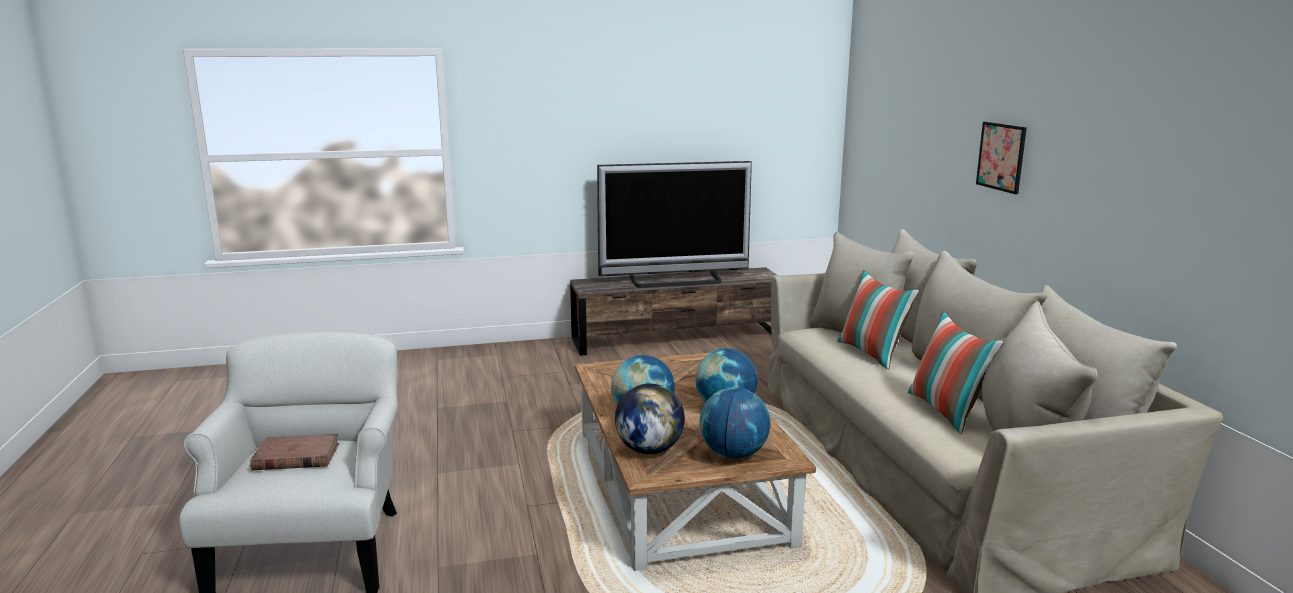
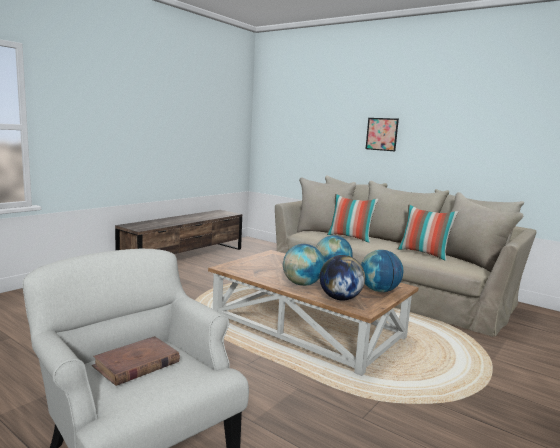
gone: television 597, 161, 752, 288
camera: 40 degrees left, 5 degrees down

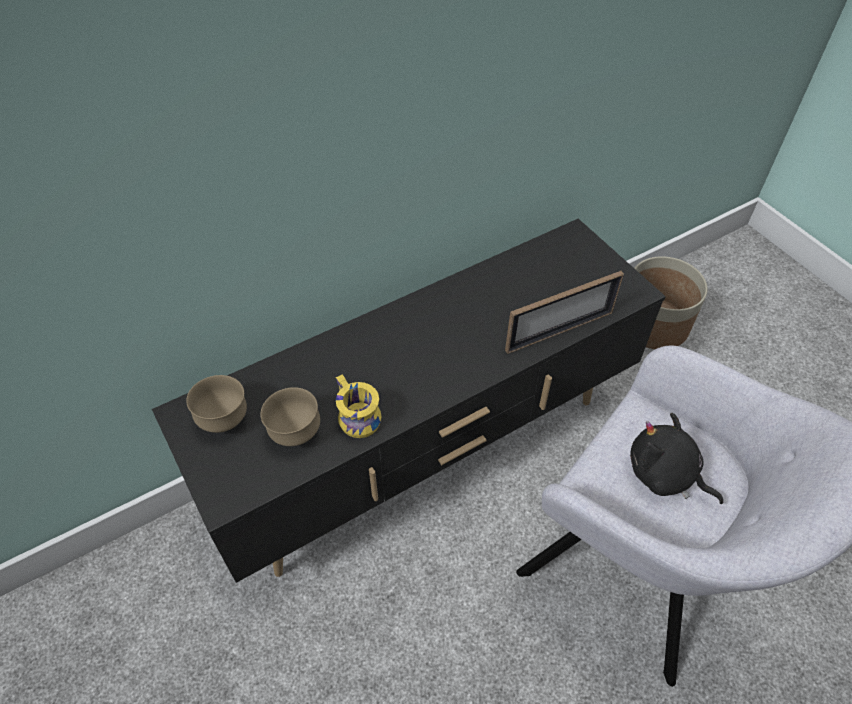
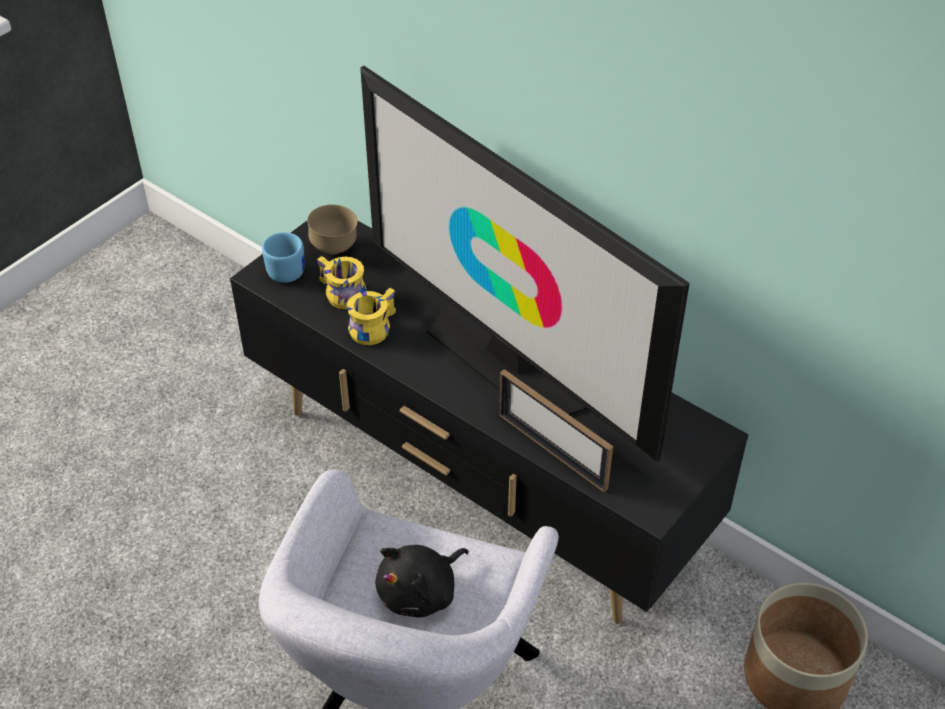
new: television 360, 66, 690, 462; blue mug 262, 232, 305, 283
swapped: brown bowl 260, 387, 320, 446 to yellow mug 317, 256, 366, 309
rotated: black plush toy 630, 413, 723, 504 = 375, 545, 469, 617 150 degrees counterclockwise
camera: 70 degrees right, 5 degrees down

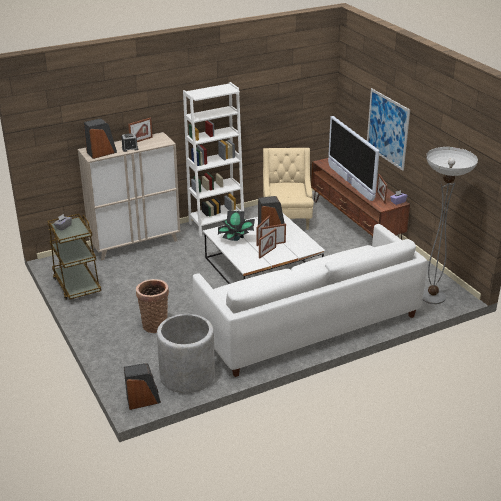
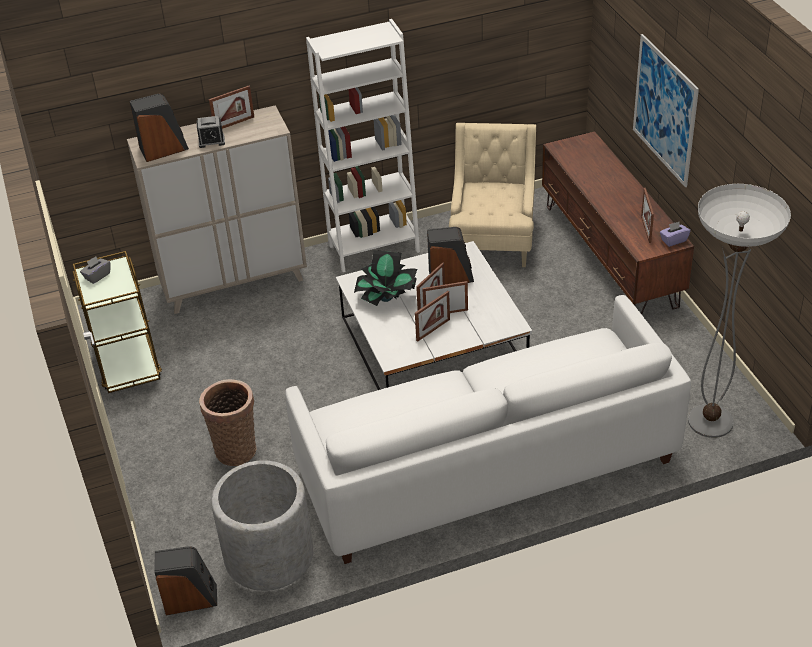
gone: television 328, 116, 380, 201
camera: 10 degrees right, 10 degrees up

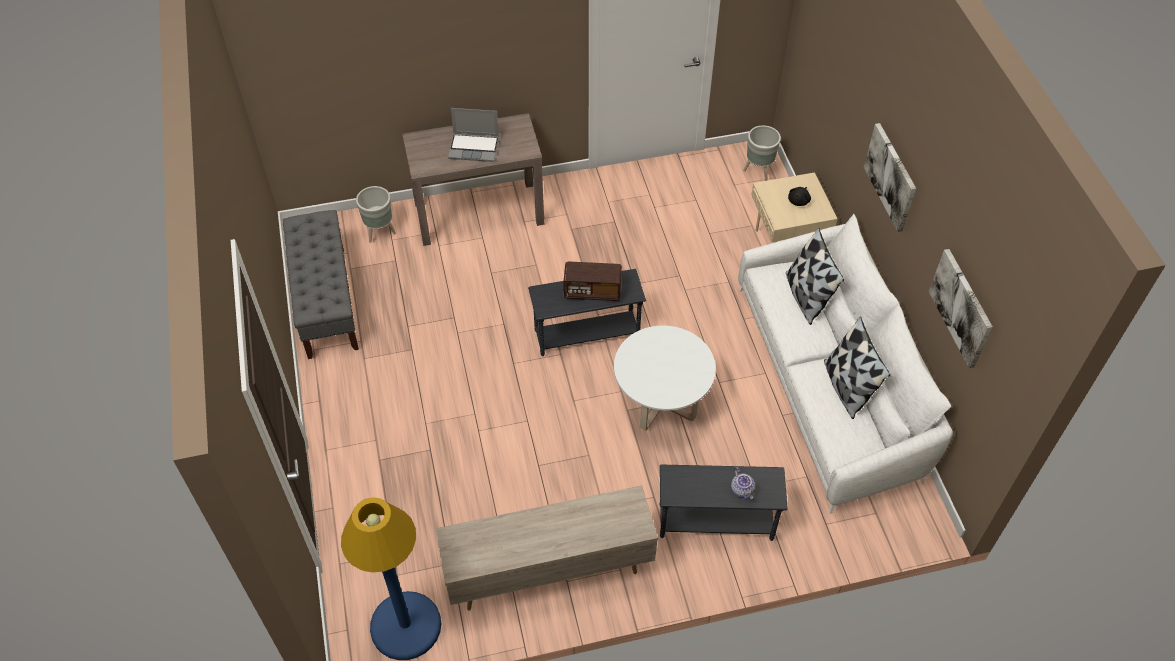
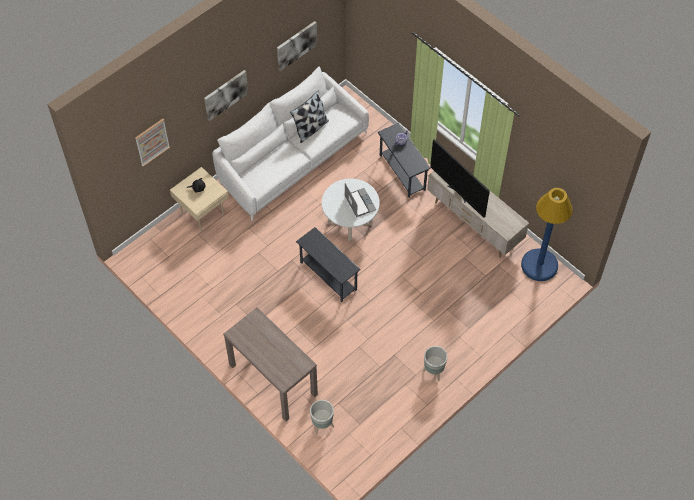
gone: grey bench 283, 210, 359, 359; pillow 786, 228, 844, 325; radio 563, 262, 622, 301
new: picture 135, 119, 170, 167; television 430, 139, 490, 218
shifted: laptop 448, 108, 499, 162 to 345, 183, 376, 217; grey planter 743, 125, 781, 181 to 423, 346, 448, 381
camera: 120 degrees left, 5 degrees up

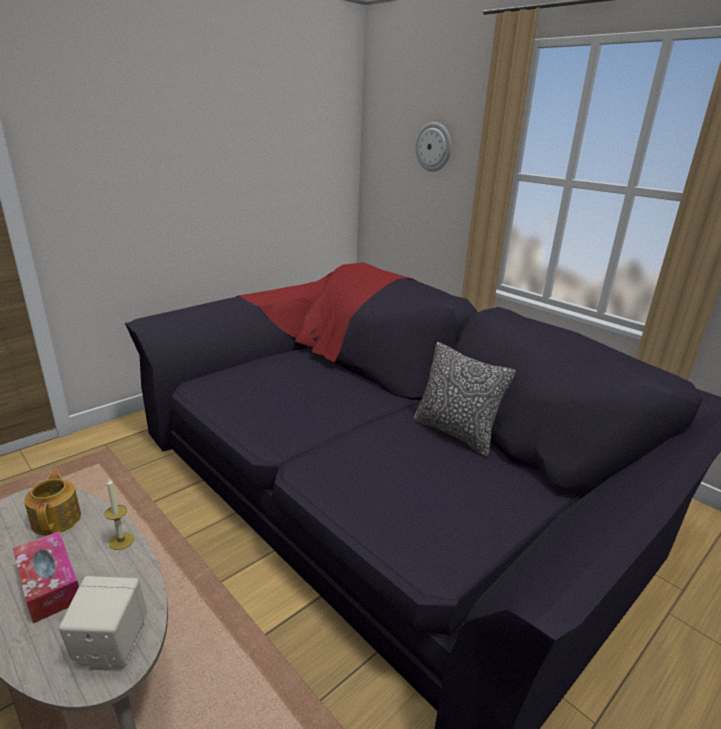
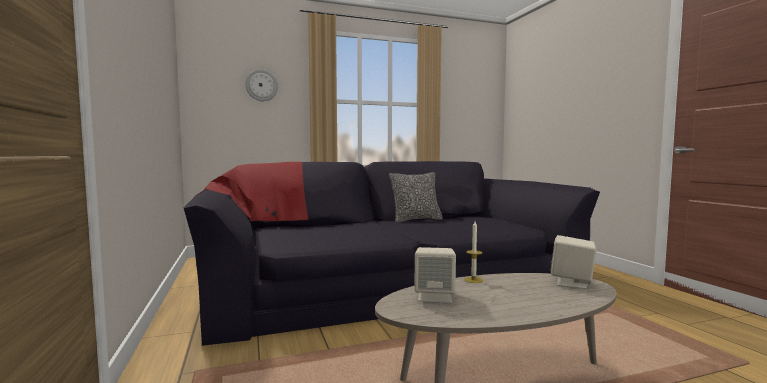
gone: tissue box 13, 531, 79, 623
swapped: teapot 24, 468, 81, 536 to beige speaker 414, 247, 456, 303
camera: 65 degrees left, 20 degrees down

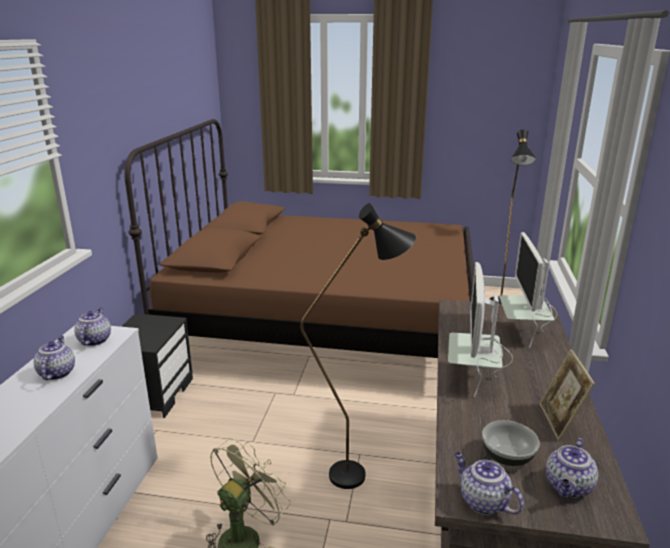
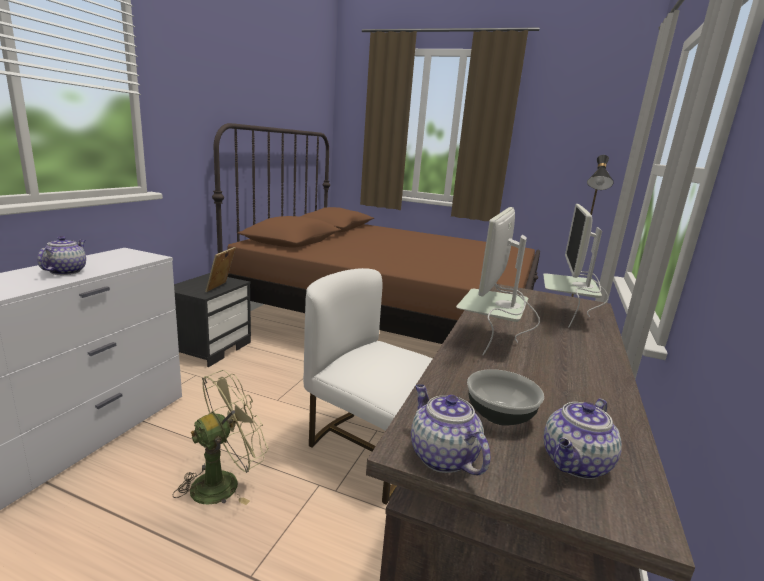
gone: teapot 74, 307, 111, 346
shifted: picture frame 539, 349, 595, 441 to 205, 247, 236, 292
swapped: black floor lamp 300, 203, 416, 489 to white chair 303, 268, 432, 504
camera: 10 degrees right, 5 degrees down

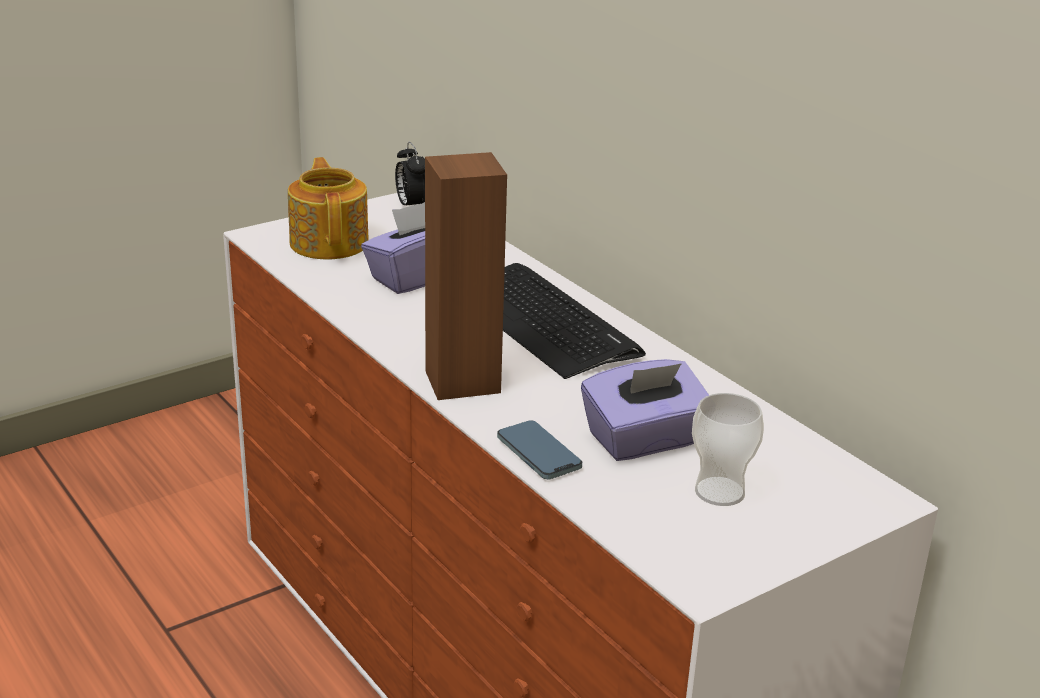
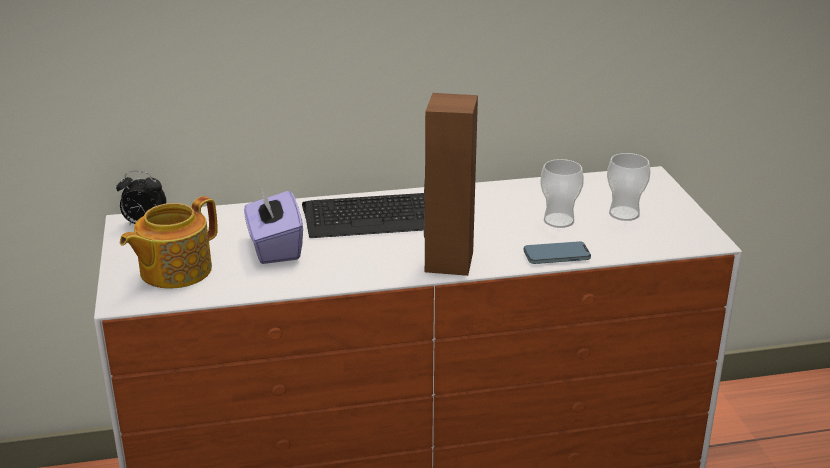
swapped: purple tissue box 581, 359, 709, 461 to cup 540, 159, 584, 228
rotated: teapot 288, 157, 369, 260 = 120, 196, 217, 289 60 degrees counterclockwise
camera: 65 degrees left, 0 degrees up

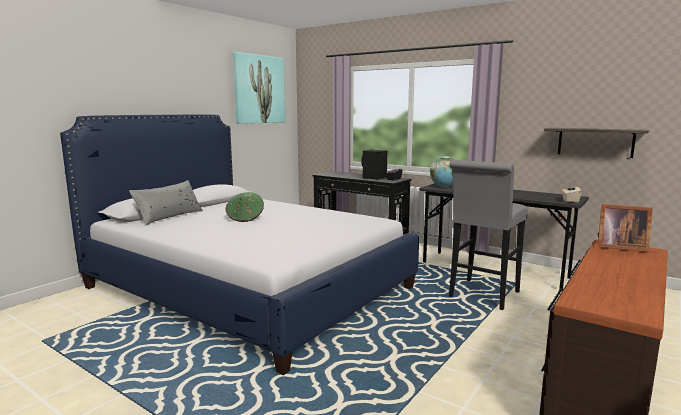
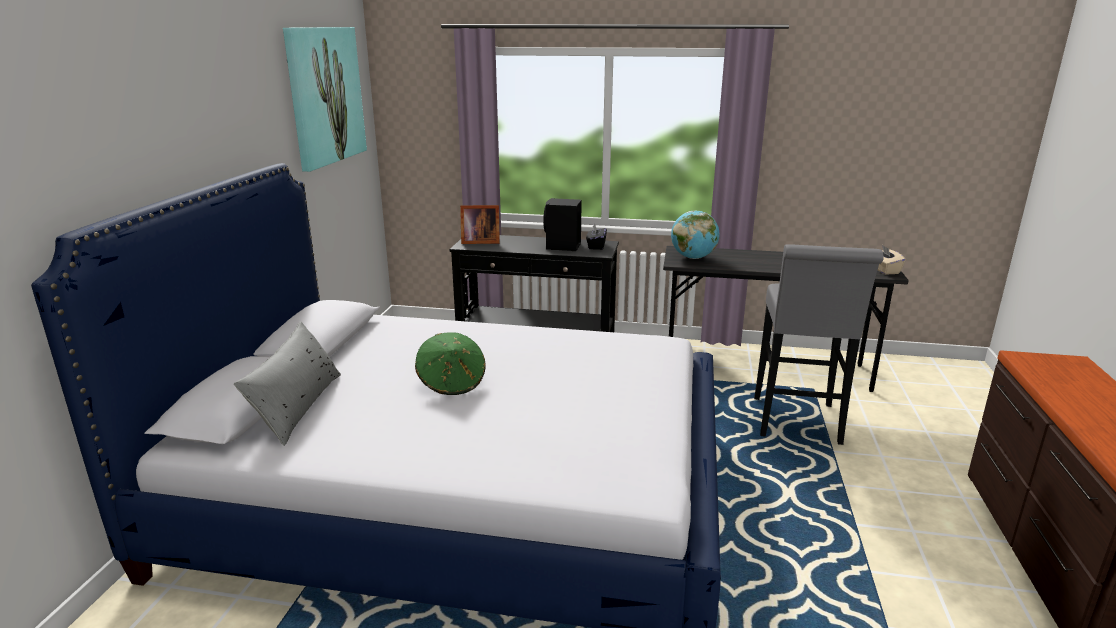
gone: shelf 544, 128, 650, 158
shifted: picture frame 597, 204, 653, 252 to 460, 205, 500, 244
camera: 25 degrees left, 10 degrees up

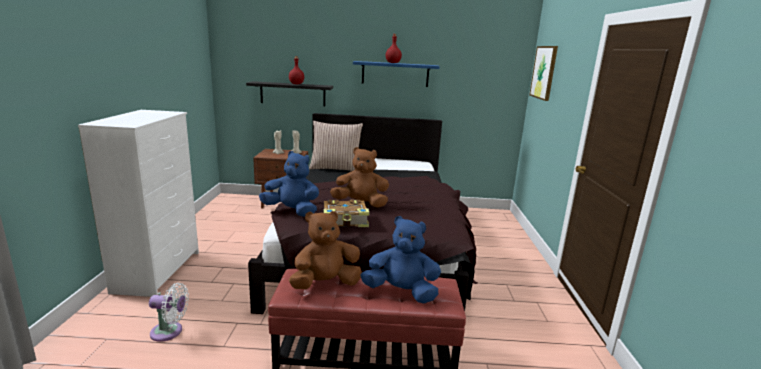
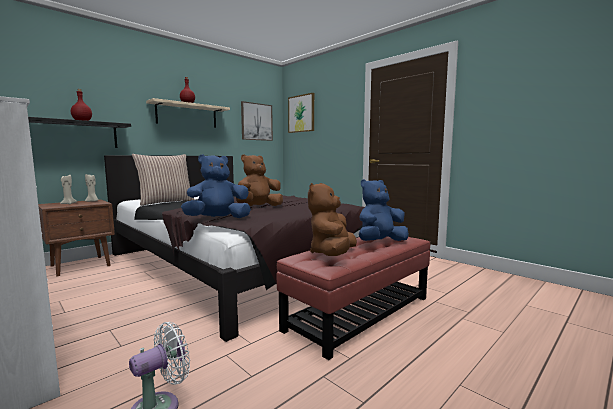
gone: book 323, 200, 370, 227
new: picture 241, 101, 273, 141
repainted: blue shelf 353, 61, 440, 87 to beige shelf 146, 98, 230, 128
camera: 45 degrees left, 10 degrees down

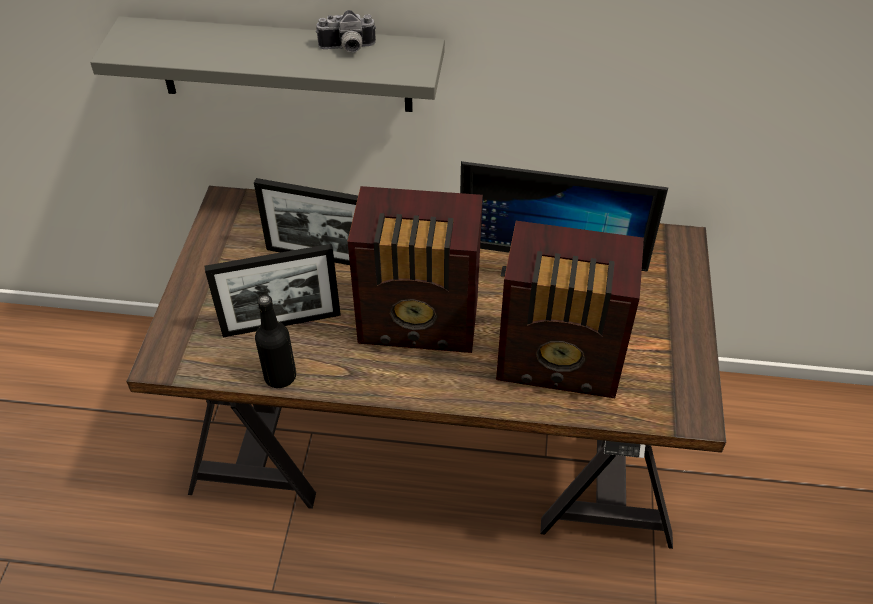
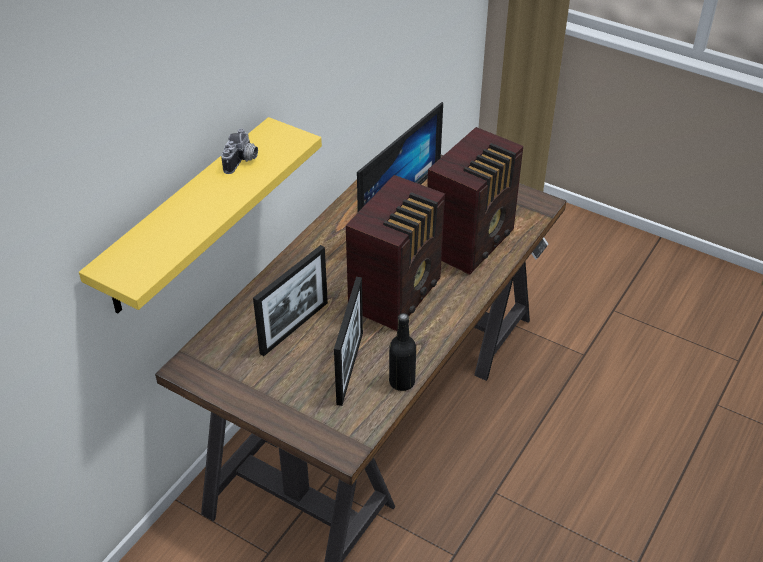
repainted: grey shelf 90, 16, 445, 112 to yellow shelf 79, 117, 322, 314
camera: 65 degrees left, 5 degrees down

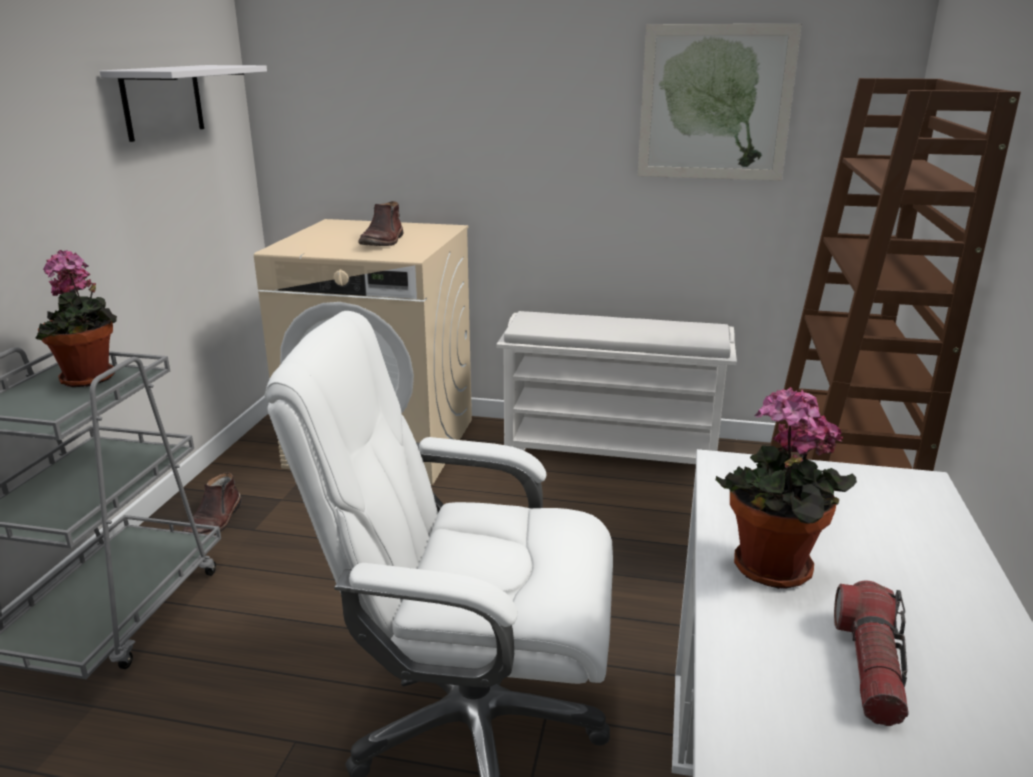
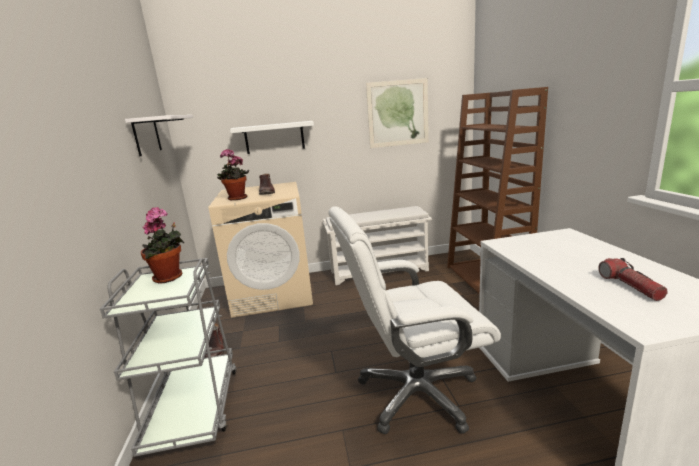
new: white shelf 230, 121, 314, 154
shifted: potted plant 716, 387, 857, 589 to 217, 149, 249, 201
camera: 20 degrees left, 5 degrees down

